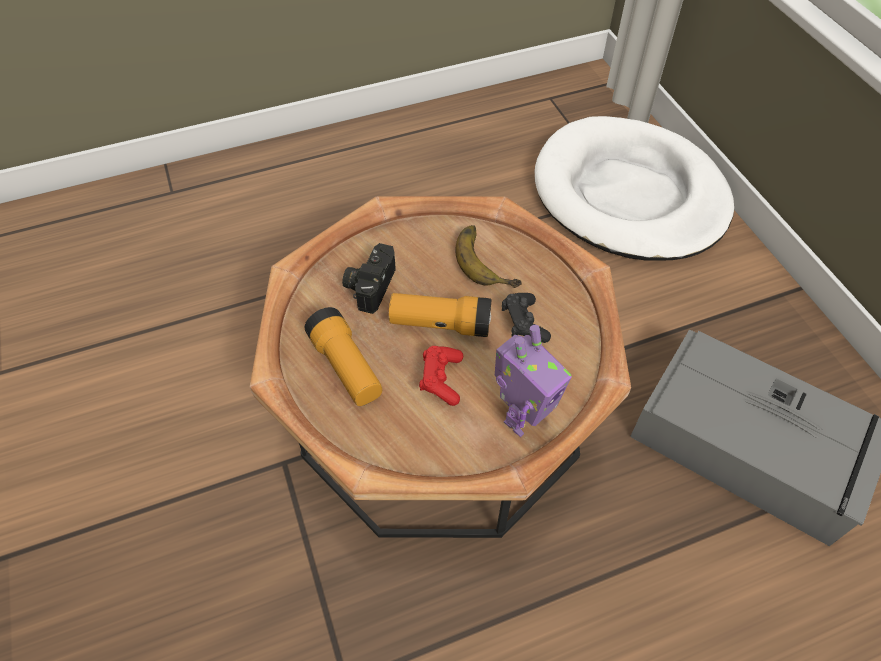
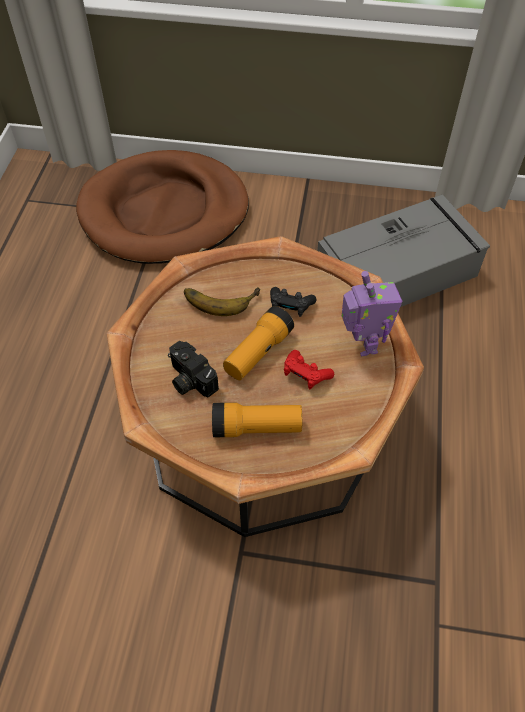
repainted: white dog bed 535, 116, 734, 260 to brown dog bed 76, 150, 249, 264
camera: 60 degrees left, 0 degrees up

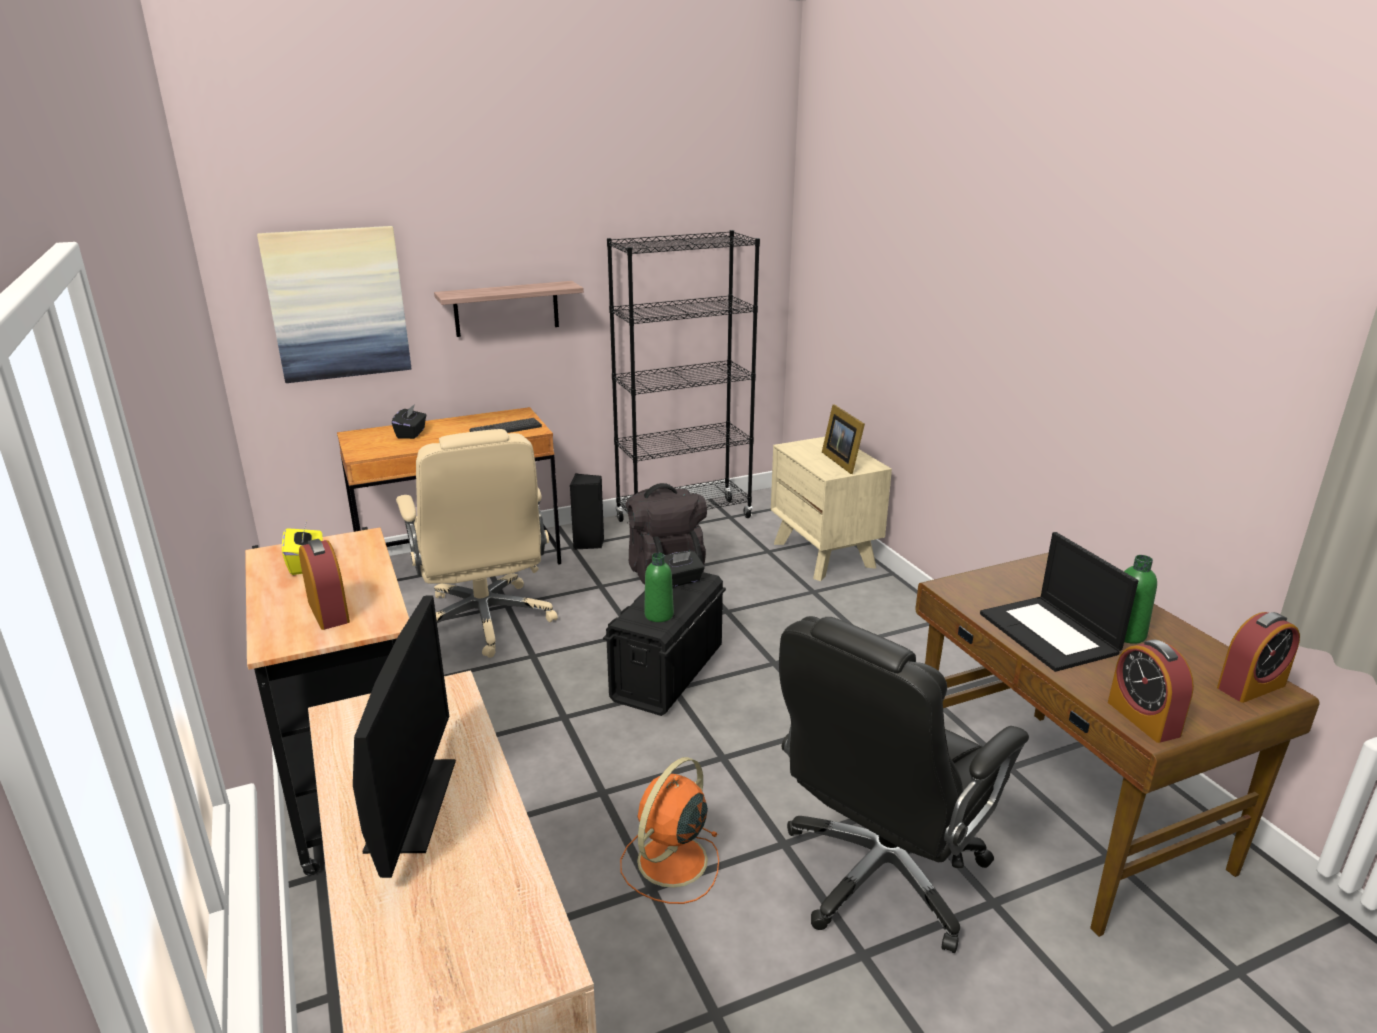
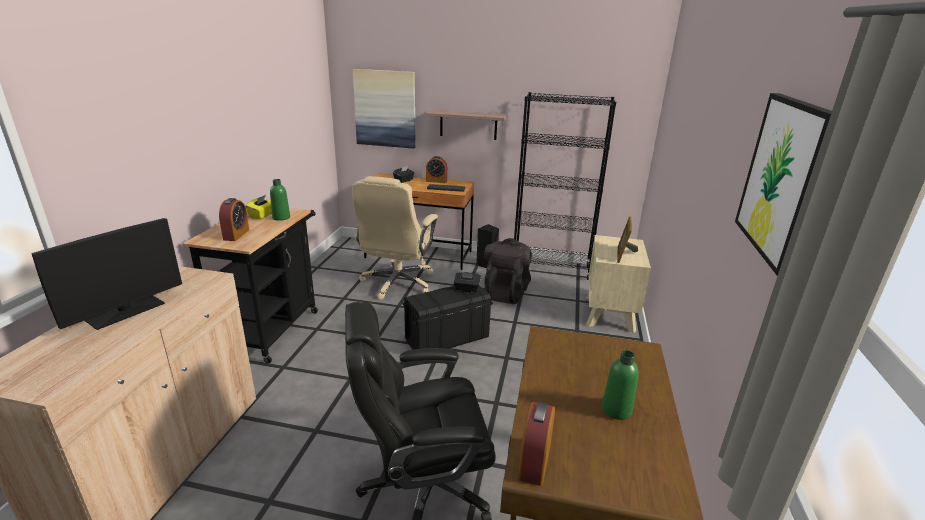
gone: laptop 980, 532, 1138, 672; orange fan 620, 757, 719, 904
new: picture 735, 93, 832, 276
shifted: green bottle 644, 553, 674, 622 to 270, 179, 290, 221; alarm clock 1217, 612, 1300, 703 to 426, 156, 447, 183
camera: 35 degrees right, 0 degrees up

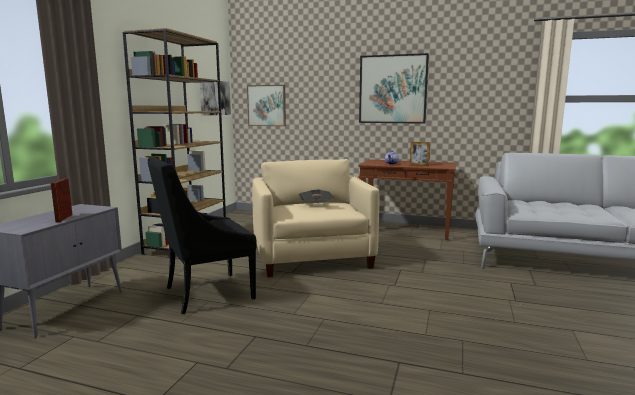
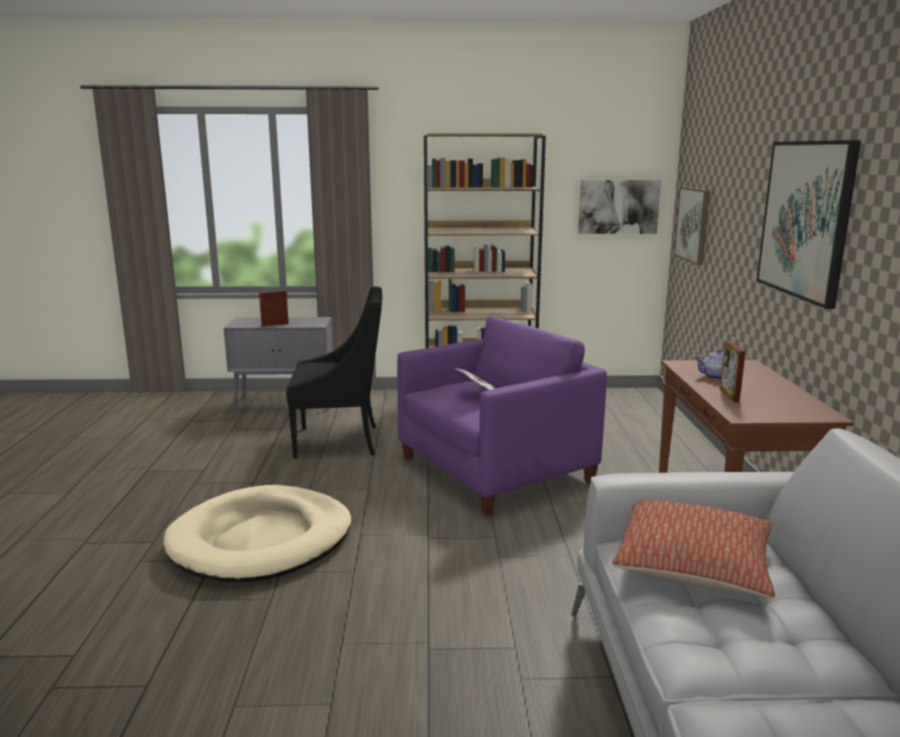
new: beige dog bed 164, 485, 352, 582; pillow 612, 499, 775, 598
repainted: beige armchair 252, 159, 379, 277 to purple armchair 397, 316, 607, 516
rotated: black armchair 148, 157, 257, 314 = 286, 286, 382, 459 135 degrees clockwise
camera: 70 degrees right, 5 degrees up

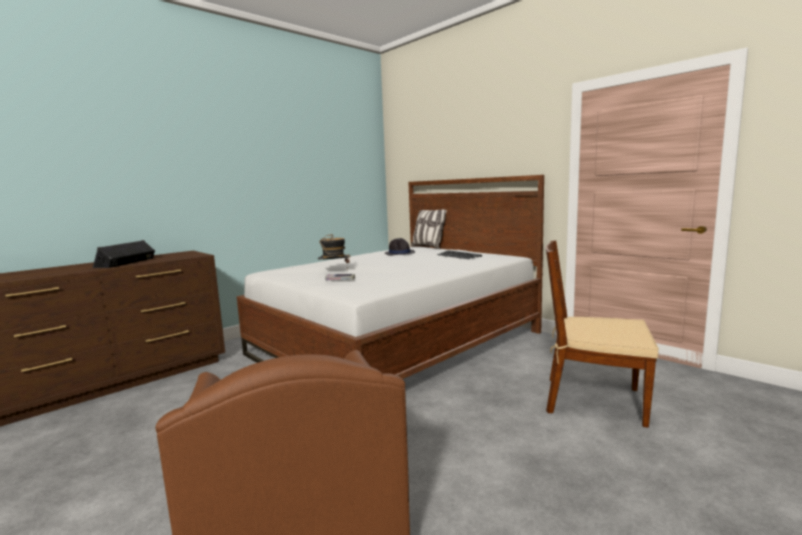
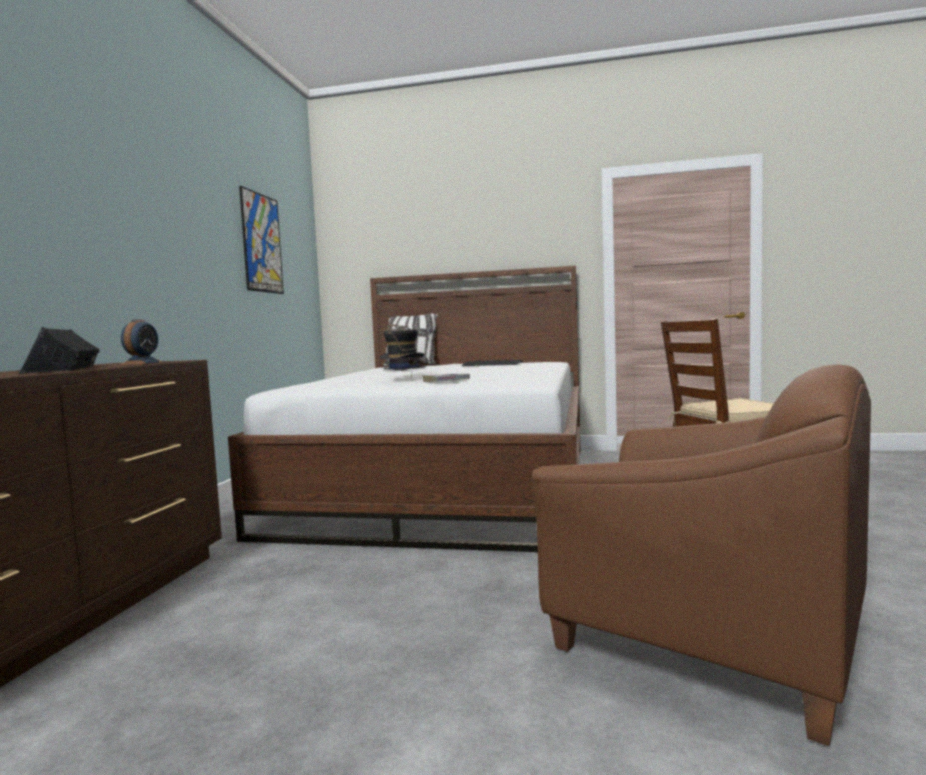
new: picture 239, 186, 284, 294; alarm clock 120, 319, 164, 365
camera: 35 degrees left, 5 degrees down

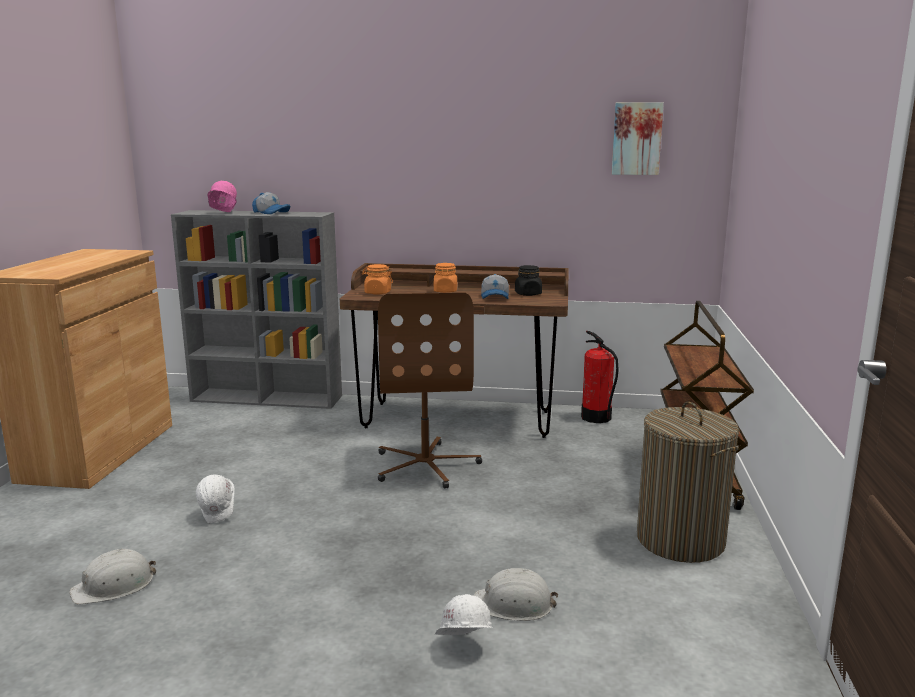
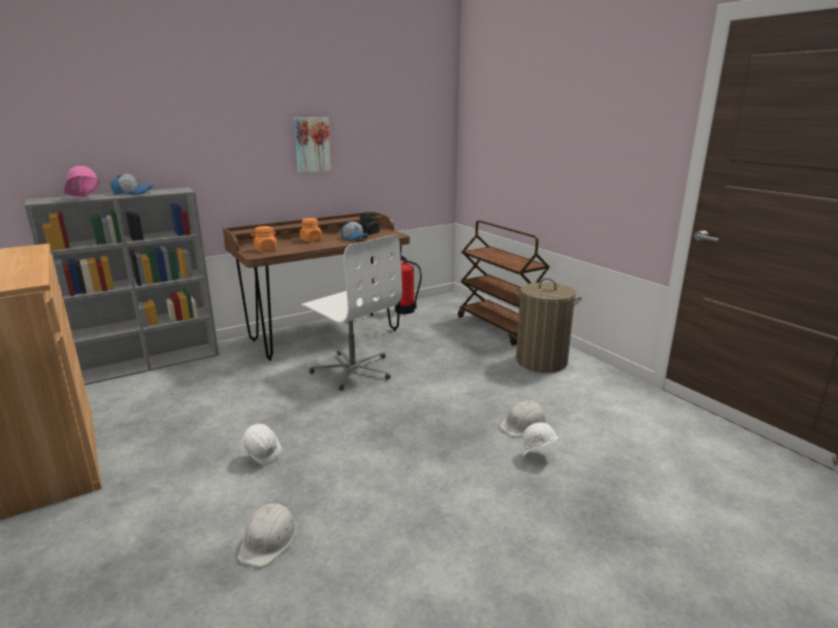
shifted: picture 612, 102, 664, 175 to 294, 117, 331, 173
repainted: brown office chair 378, 292, 482, 489 to white office chair 301, 235, 402, 390
camera: 40 degrees left, 5 degrees up

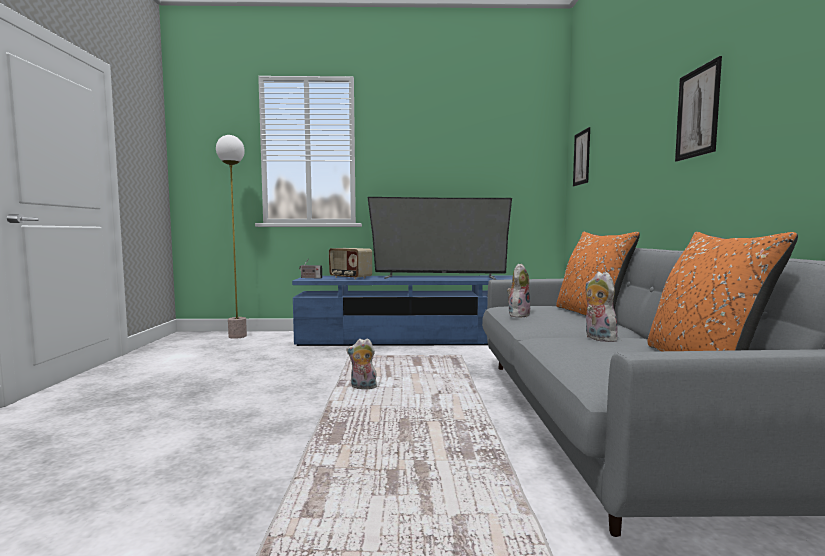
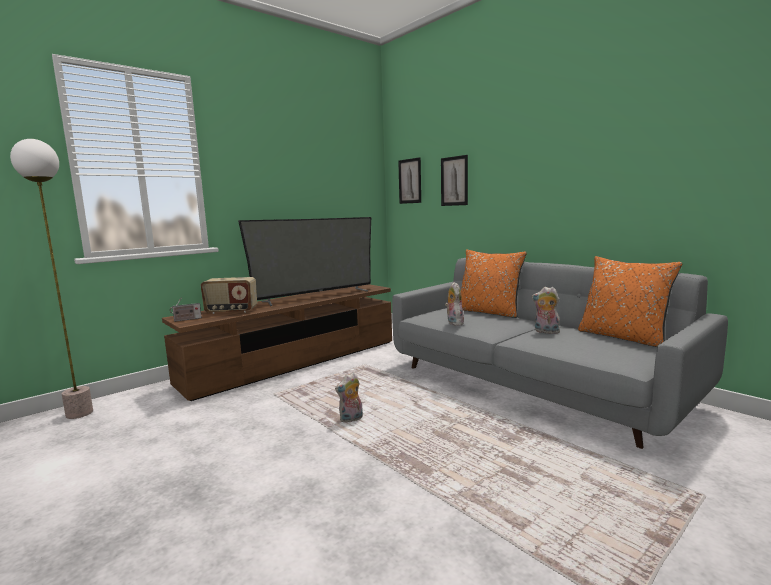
shifted: picture 675, 56, 722, 161 to 441, 155, 468, 206
repainted: blue tv stand 292, 276, 513, 346 to brown tv stand 162, 284, 392, 401
camera: 40 degrees left, 5 degrees up

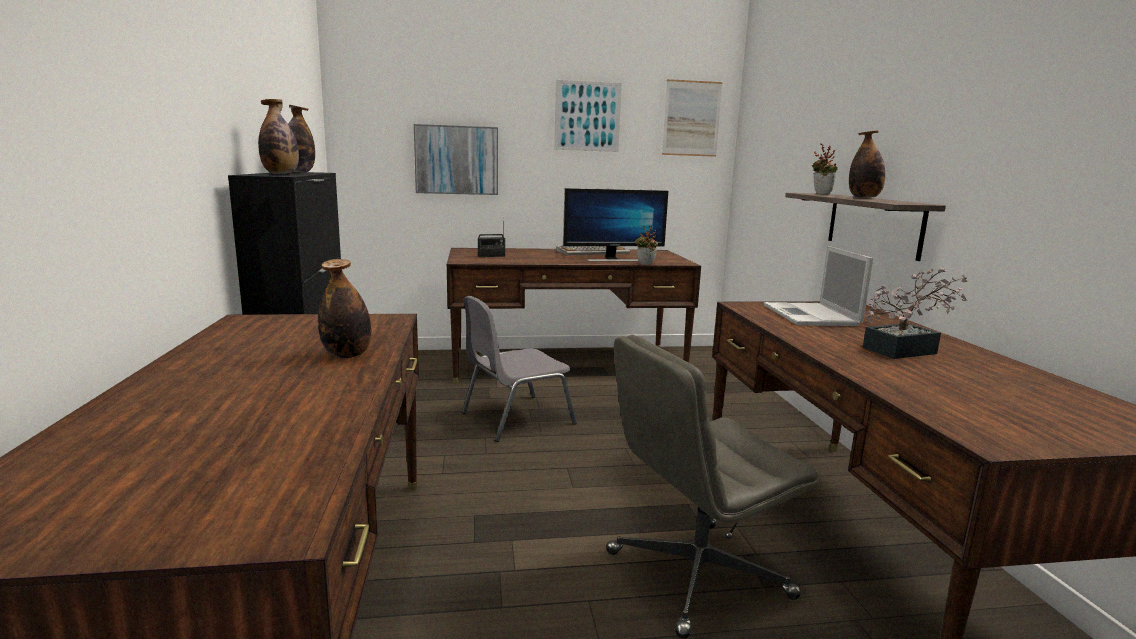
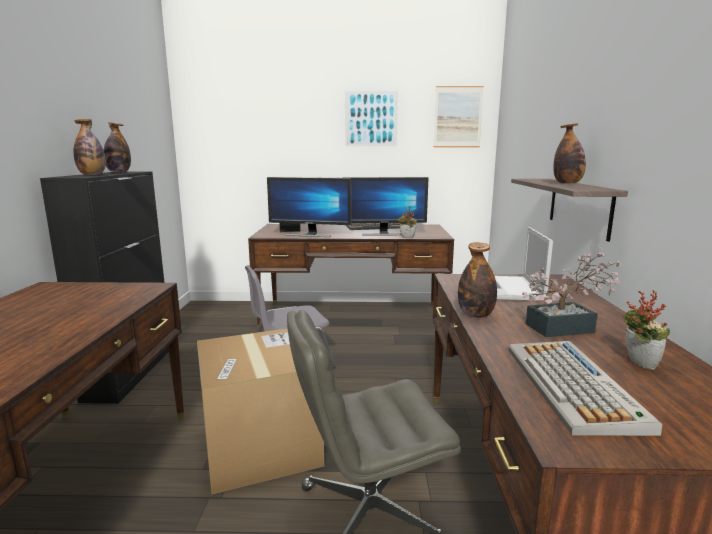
gone: picture 414, 124, 498, 195
new: monitor 267, 177, 351, 237; cardboard box 197, 328, 324, 494; keyboard 508, 341, 662, 436
shifted: potted plant 812, 143, 838, 194 to 623, 290, 670, 370; bottle 318, 259, 371, 358 to 458, 242, 497, 318
camera: 10 degrees right, 0 degrees up

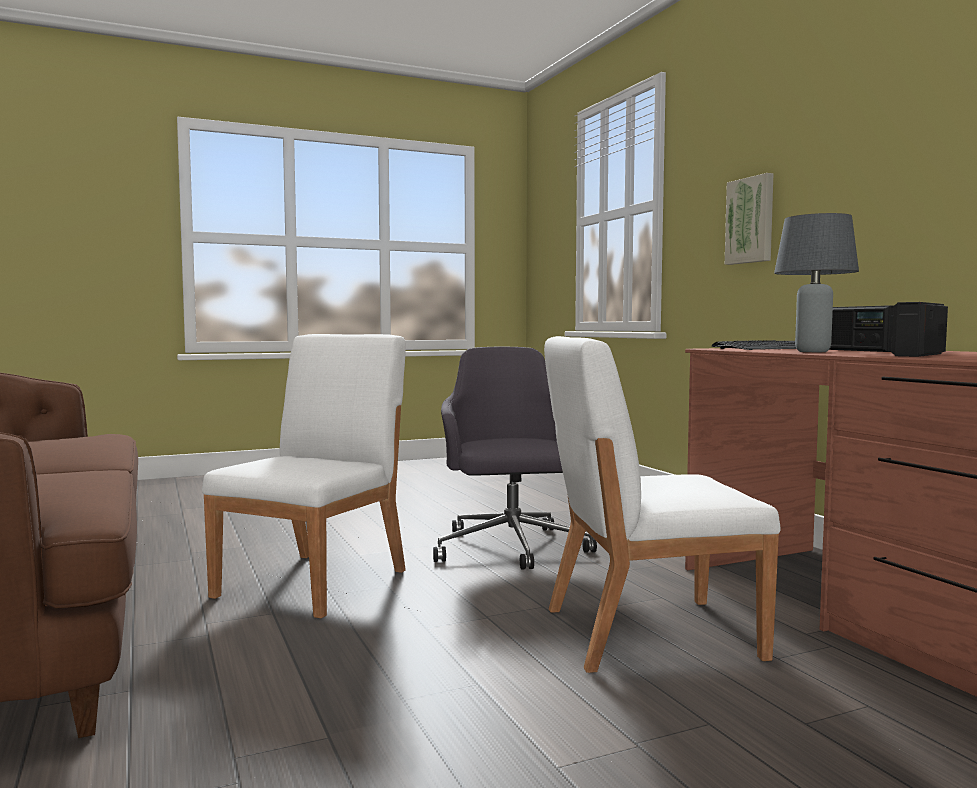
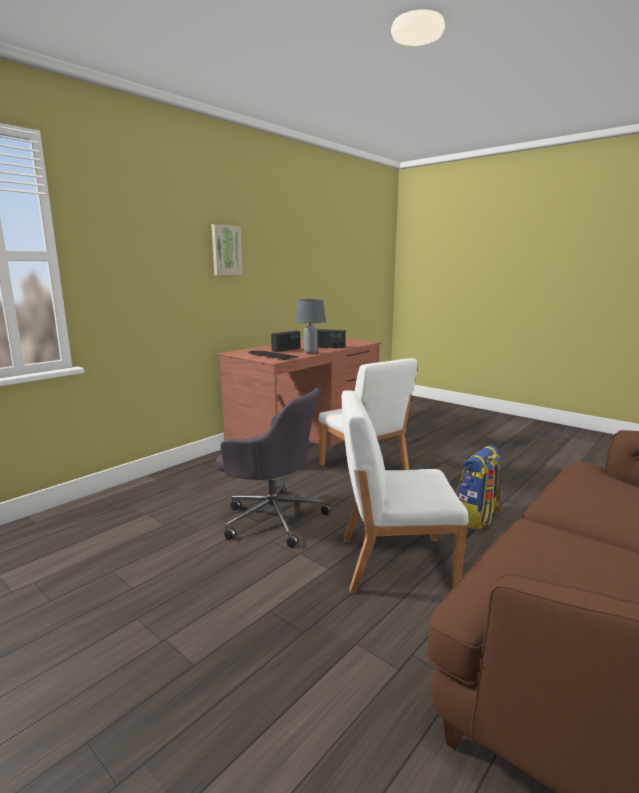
new: backpack 456, 445, 501, 530
shifted: picture 725, 173, 774, 265 to 212, 224, 243, 275
rotated: grey office chair 433, 346, 597, 569 = 216, 388, 332, 548 120 degrees counterclockwise
camera: 115 degrees left, 10 degrees up

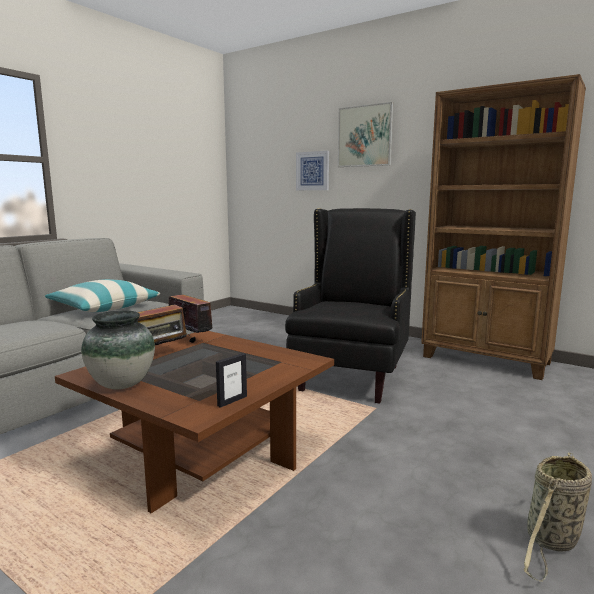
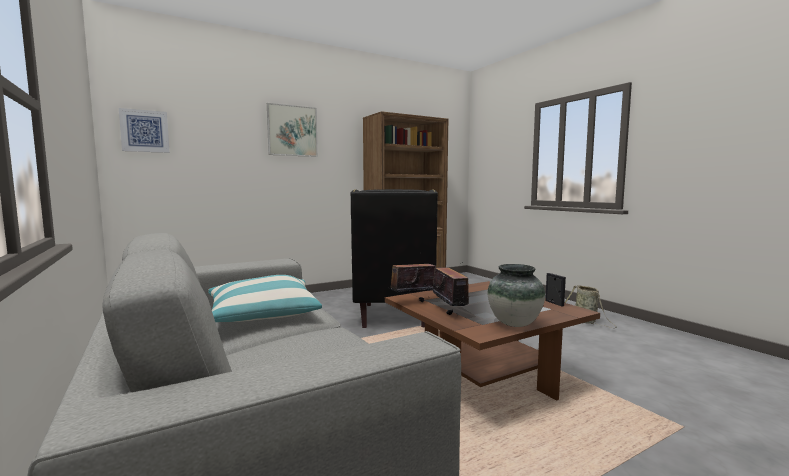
shifted: picture 296, 151, 329, 190 to 119, 108, 170, 153
rotated: black armchair 285, 208, 416, 404 = 351, 189, 438, 328 135 degrees counterclockwise
camera: 65 degrees left, 5 degrees down

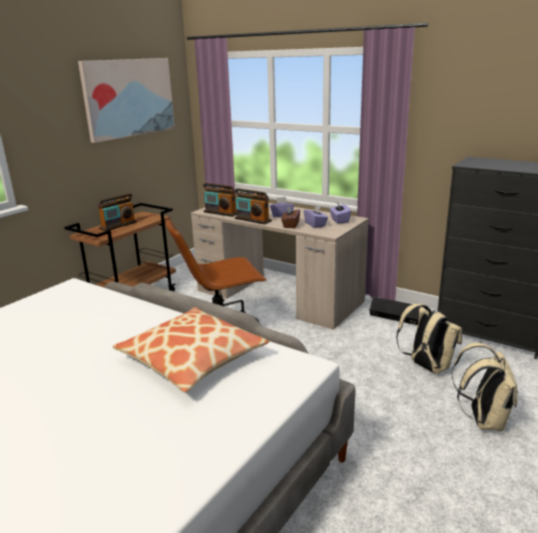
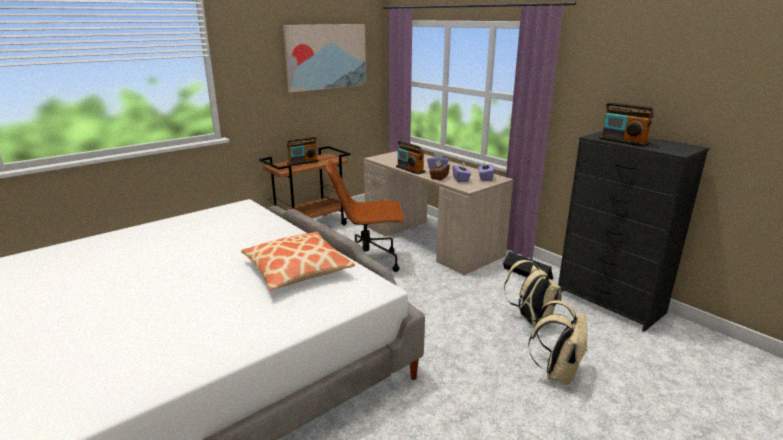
shifted: radio 203, 183, 237, 217 to 599, 102, 654, 147
camera: 15 degrees right, 0 degrees up

